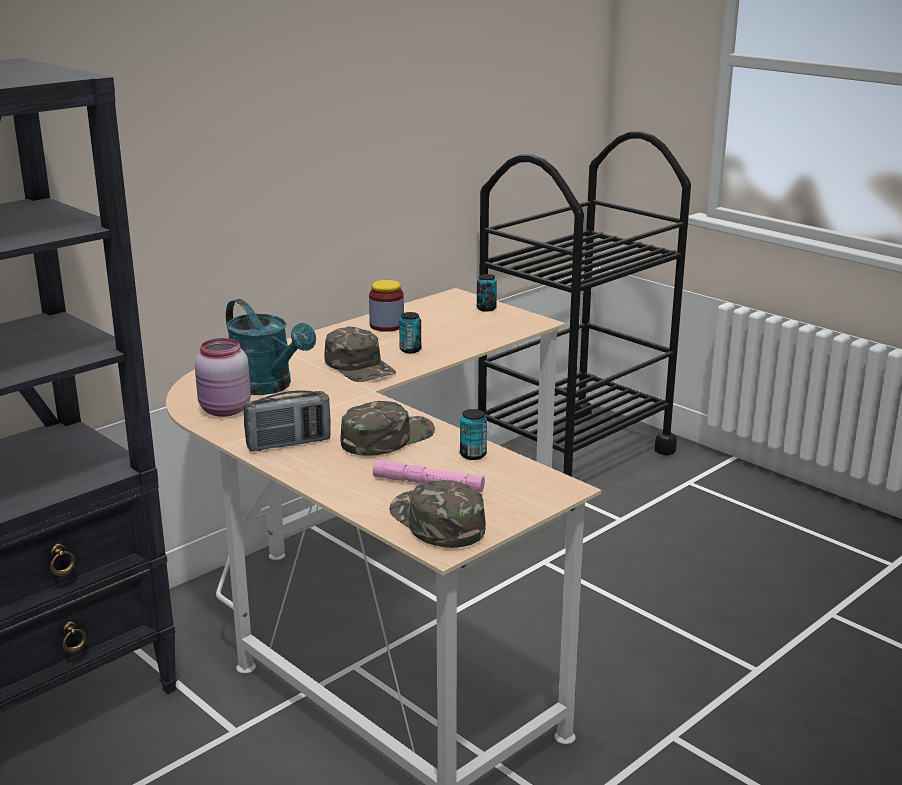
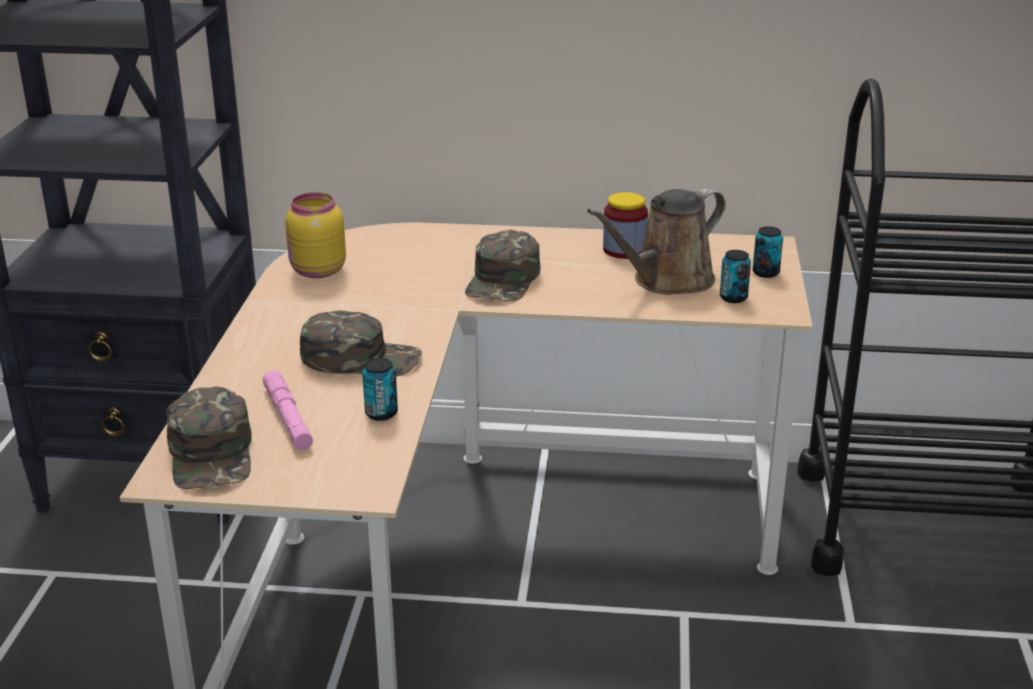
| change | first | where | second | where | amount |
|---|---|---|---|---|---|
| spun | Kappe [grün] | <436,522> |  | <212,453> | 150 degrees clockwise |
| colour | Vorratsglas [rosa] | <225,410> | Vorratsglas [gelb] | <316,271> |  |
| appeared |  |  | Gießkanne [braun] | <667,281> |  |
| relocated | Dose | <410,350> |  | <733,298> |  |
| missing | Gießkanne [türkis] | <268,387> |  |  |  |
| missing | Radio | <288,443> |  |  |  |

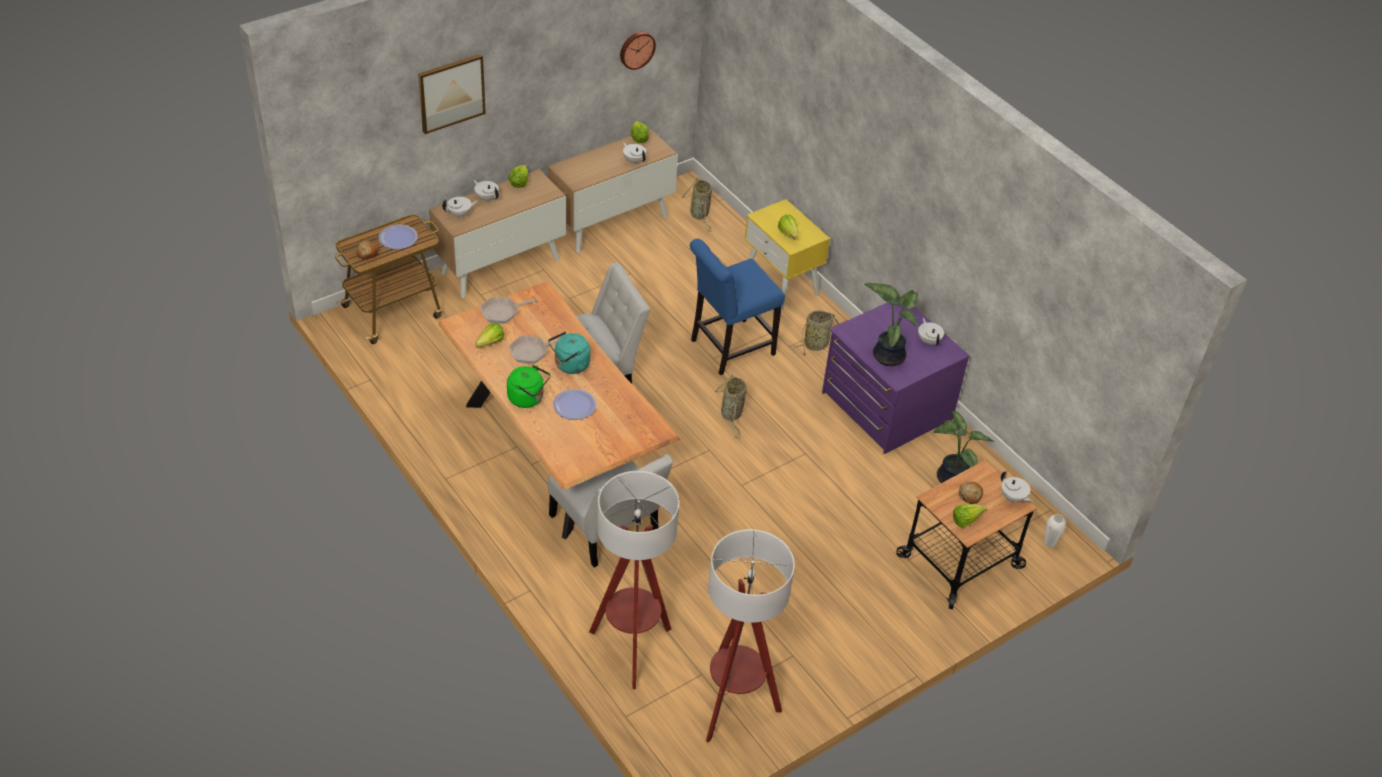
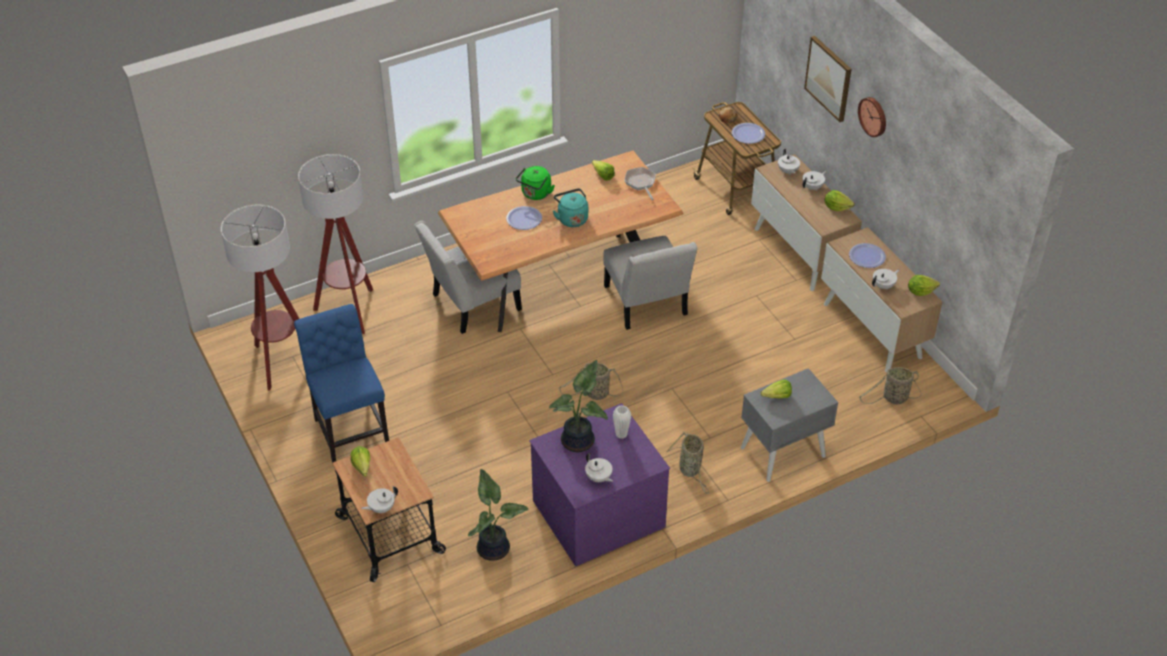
| change | first | where | second | where | amount |
|---|---|---|---|---|---|
| relocated | Stuhl [blau] | <728,348> |  | <350,429> |  |
| spun | Teekanne [weiß] | <929,340> |  | <598,478> | 60 degrees clockwise |
| relocated | Vase [weiß] | <1049,543> |  | <621,434> |  |
| colour | Nachttisch [gelb] | <781,285> | Nachttisch [grau] | <782,452> |  |
| appeared |  |  | Teller | <867,256> |  |
| relocated | Wanduhr | <636,49> |  | <873,116> |  |
| missing | Pfanne | <531,352> |  |  |  |
| missing | Brot | <970,495> |  |  |  |

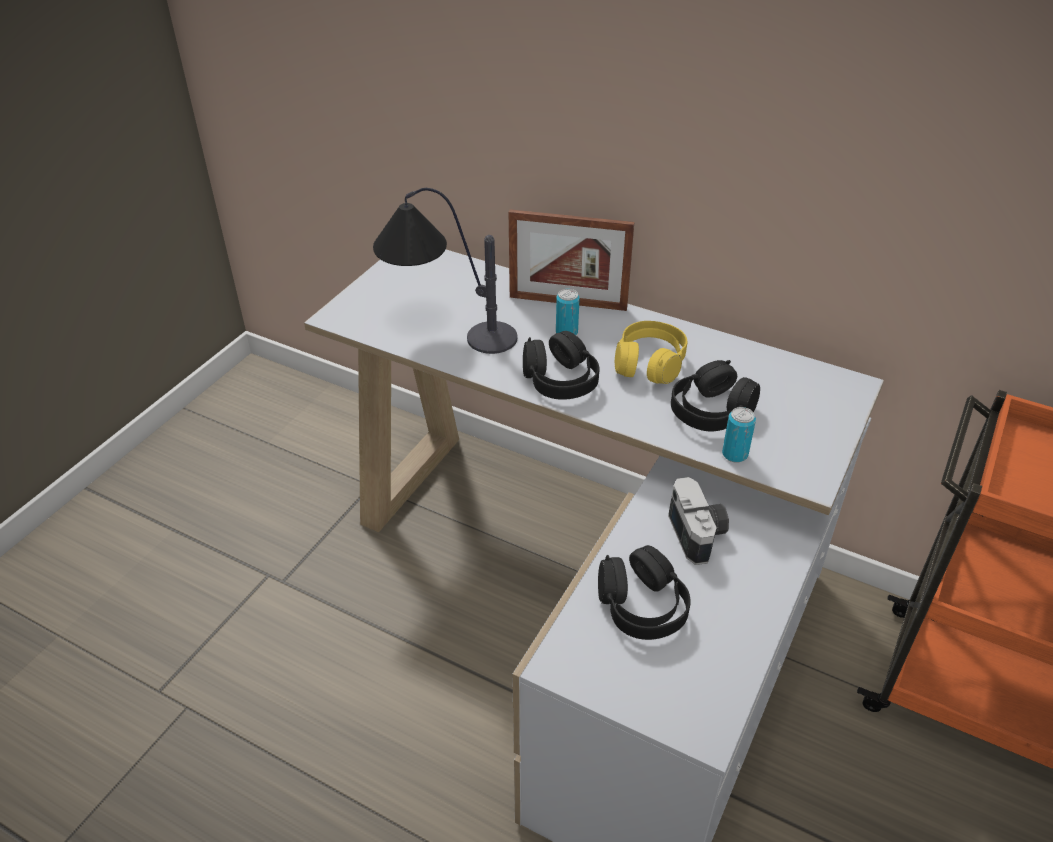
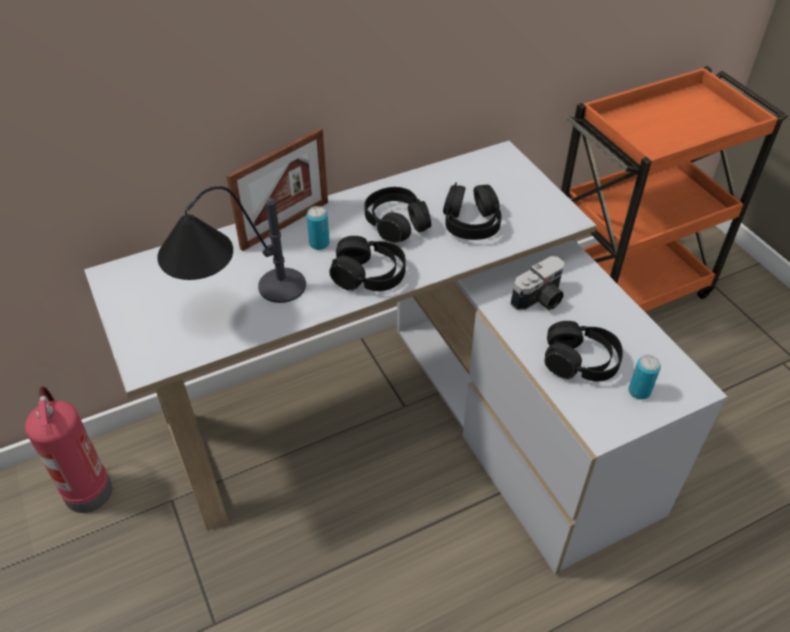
| change | first | where | second | where | amount |
|---|---|---|---|---|---|
| appeared |  |  | Feuerlöscher | <87,490> |  |
| colour | Kopfhörer [gelb] | <649,363> | Kopfhörer [schwarz] | <396,223> |  |
| spun | Kamera | <699,533> |  | <540,300> | 120 degrees clockwise |
| relocated | Dose | <734,454> |  | <639,391> |  |

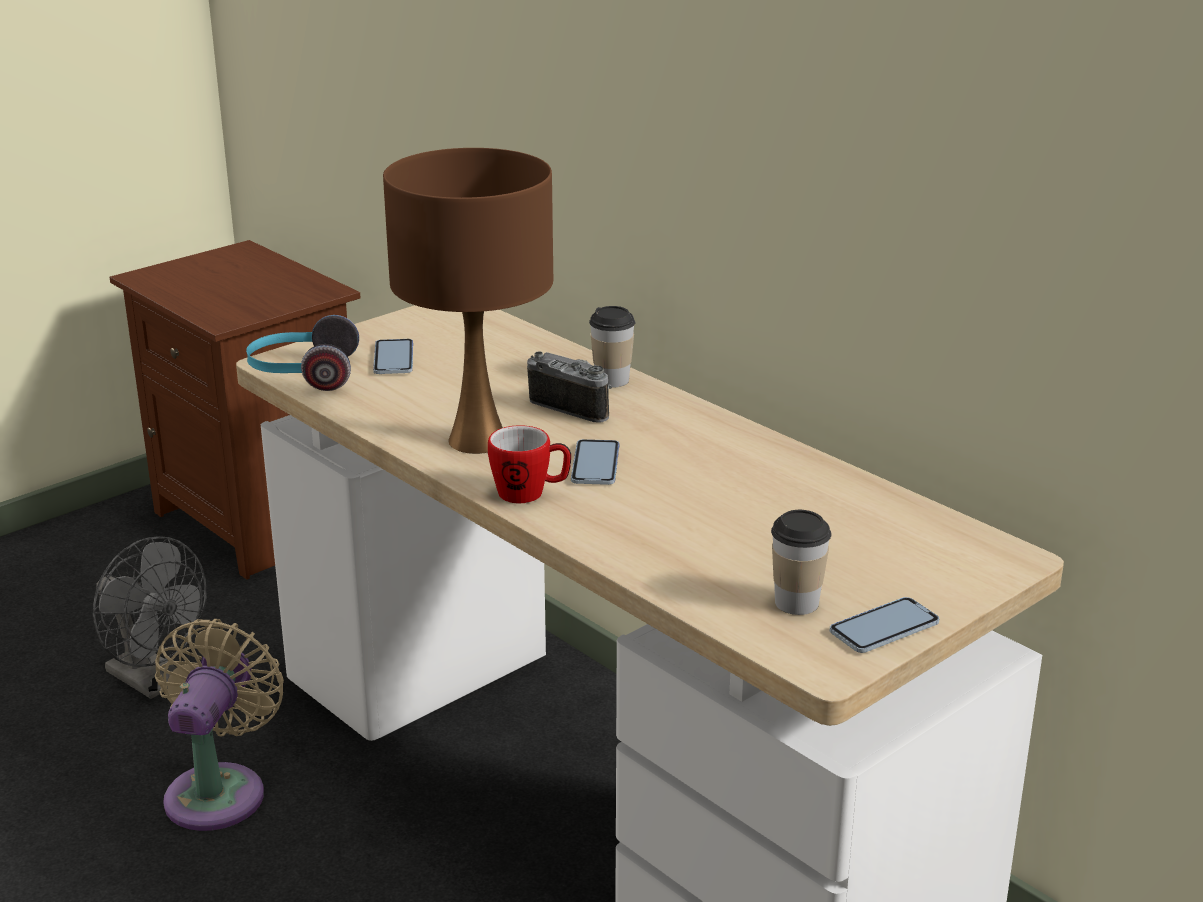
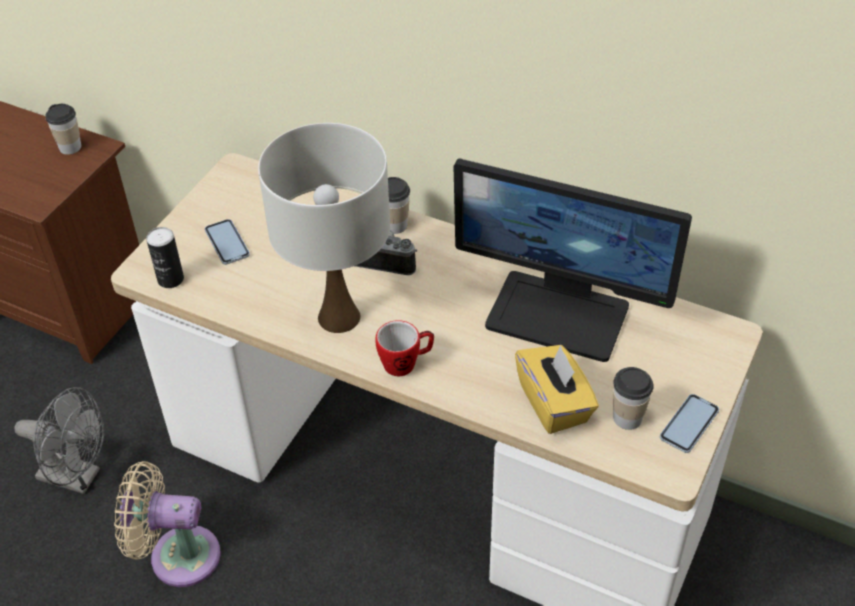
| change | first | where | second | where | amount |
|---|---|---|---|---|---|
| appeared |  |  | Tasse | <70,147> |  |
| spun | Ventilator [beige] | <219,790> |  | <177,555> | 75 degrees counterclockwise |
| exchanged | Kopfhörer | <303,374> | Dose | <170,279> |  |
| colour | Tischlampe [braun] | <477,440> | Tischlampe [weiß] | <338,317> |  |
| appeared |  |  | Monitor | <559,314> |  |
| appeared |  |  | Taschentuchbox [gelb] | <554,403> |  |
| missing | Handy | <595,464> |  |  |  |

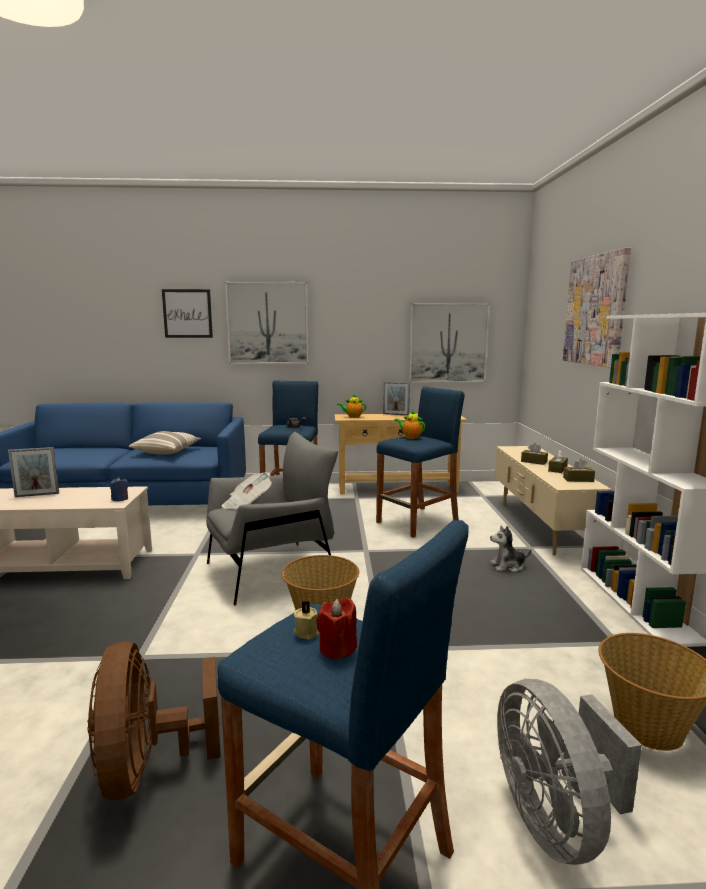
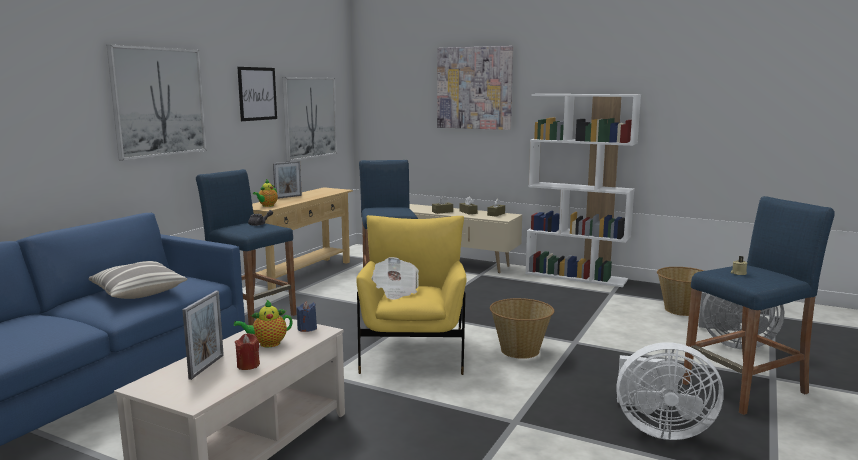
| change | first | where | second | where | amount |
|---|---|---|---|---|---|
| relocated | Teekanne | <410,437> |  | <267,344> |  |
| relocated | Kerze [rot] | <337,648> |  | <248,365> |  |
| relocated | Bild | <187,313> |  | <257,93> |  |
| colour | Sessel [grau] | <271,571> | Sessel [gelb] | <413,351> |  |
| colour | Ventilator [braun] | <148,767> | Ventilator [weiß] | <659,429> |  |
| missing | Plüschtier | <508,566> |  |  |  |

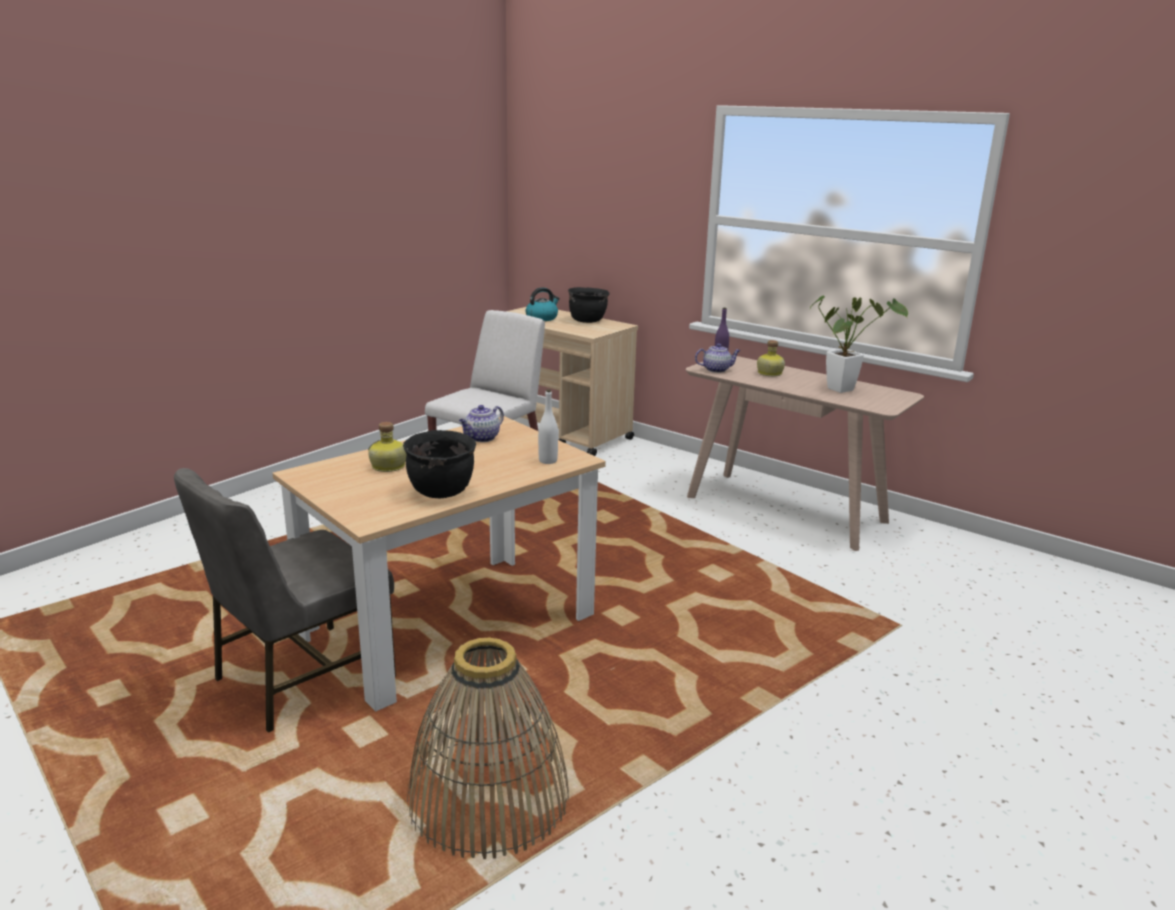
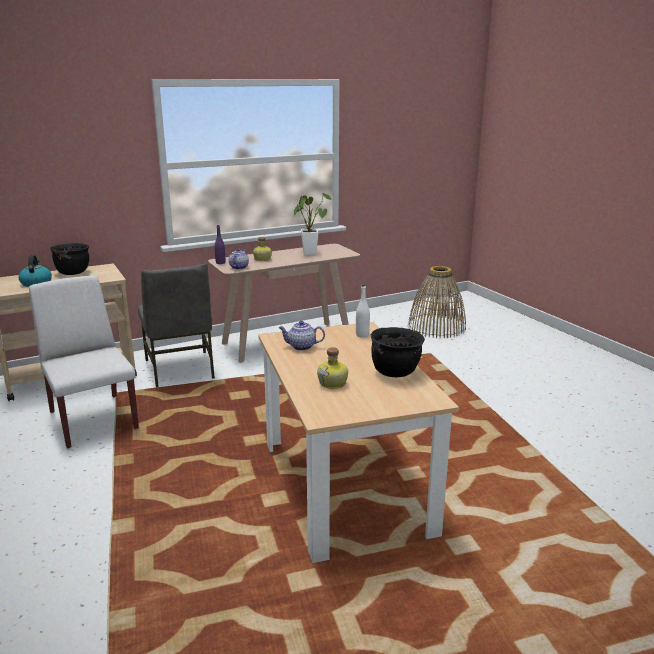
| change | first | where | second | where | amount |
|---|---|---|---|---|---|
| relocated | Stuhl [grau] | <301,679> |  | <180,369> |  |
| spun | Teekanne | <481,438> |  | <301,347> | 120 degrees clockwise |
| relocated | Korb | <488,798> |  | <436,327> |  |

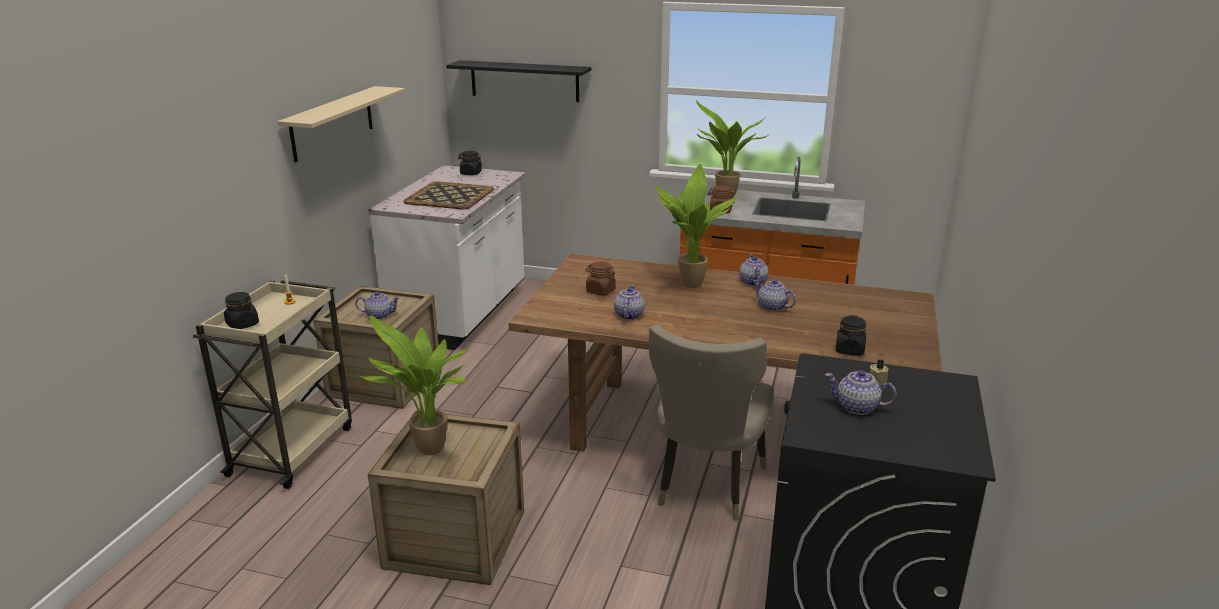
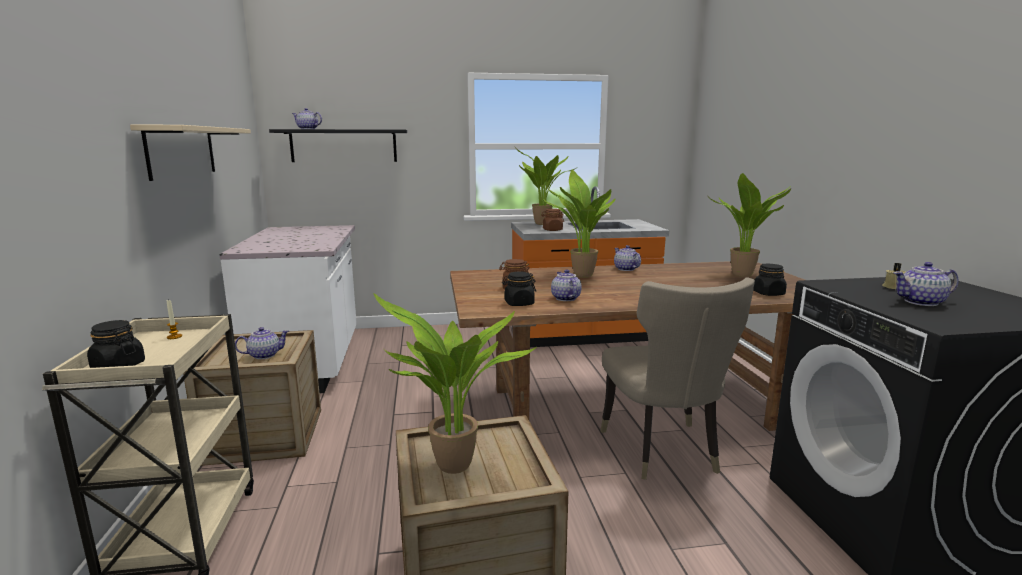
| change | first | where | second | where | amount |
|---|---|---|---|---|---|
| relocated | Teekanne | <772,307> |  | <308,129> |  |
| relocated | Vorratsglas [schwarz] | <470,173> |  | <519,303> |  |
| appeared |  |  | Topfpflanze | <745,275> |  |
| missing | Tablett | <448,196> |  |  |  |

